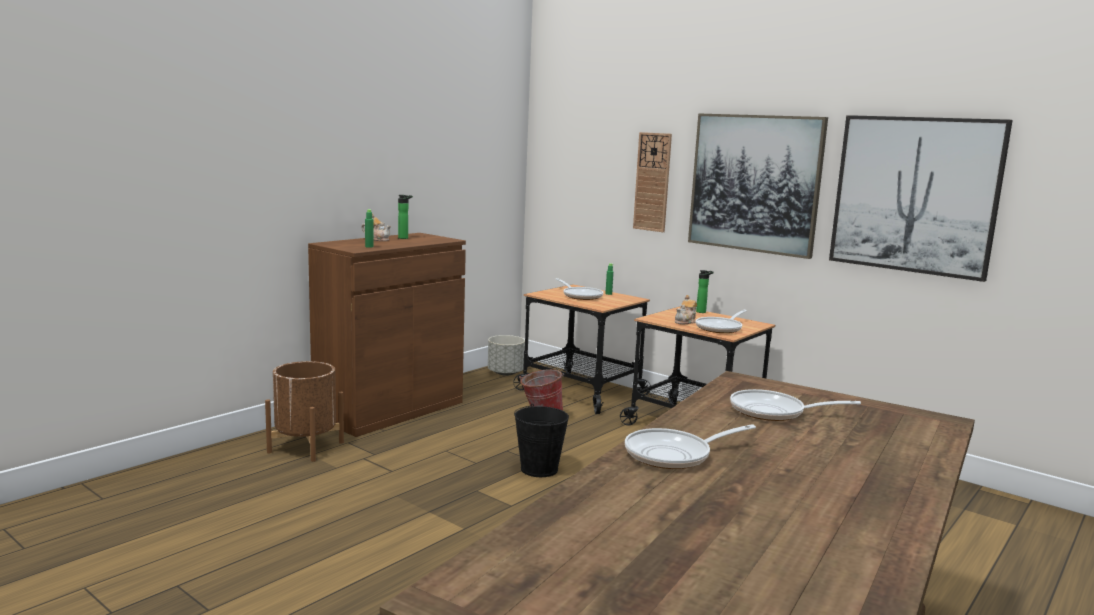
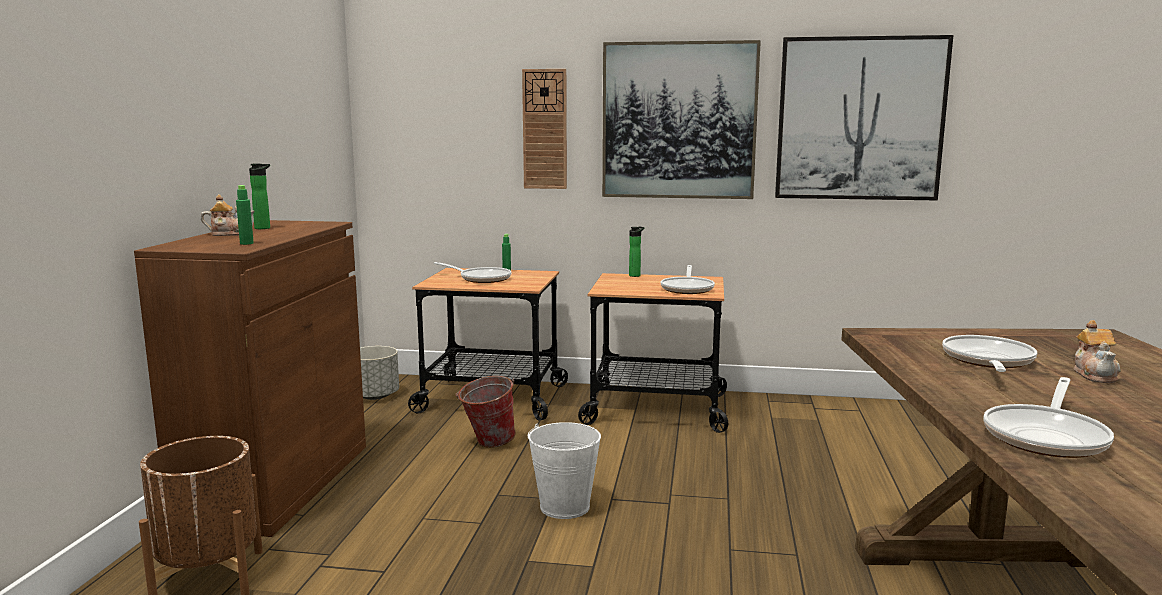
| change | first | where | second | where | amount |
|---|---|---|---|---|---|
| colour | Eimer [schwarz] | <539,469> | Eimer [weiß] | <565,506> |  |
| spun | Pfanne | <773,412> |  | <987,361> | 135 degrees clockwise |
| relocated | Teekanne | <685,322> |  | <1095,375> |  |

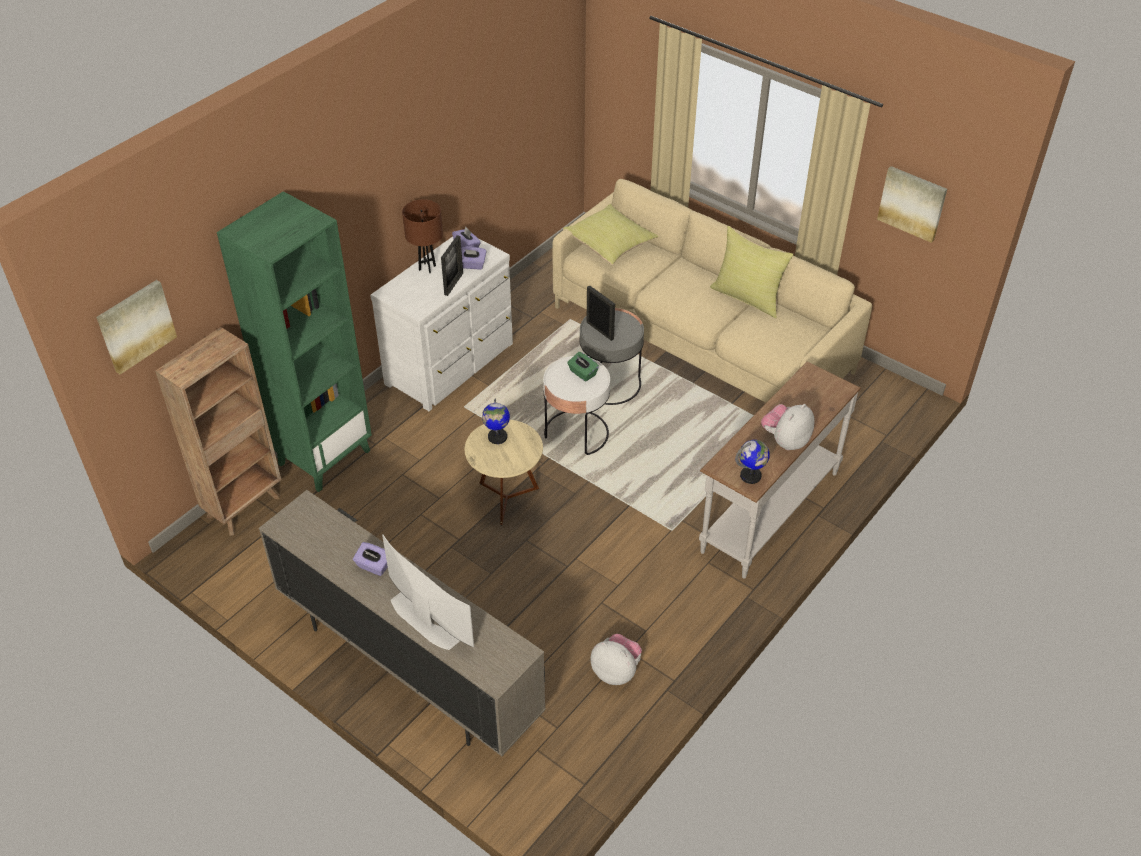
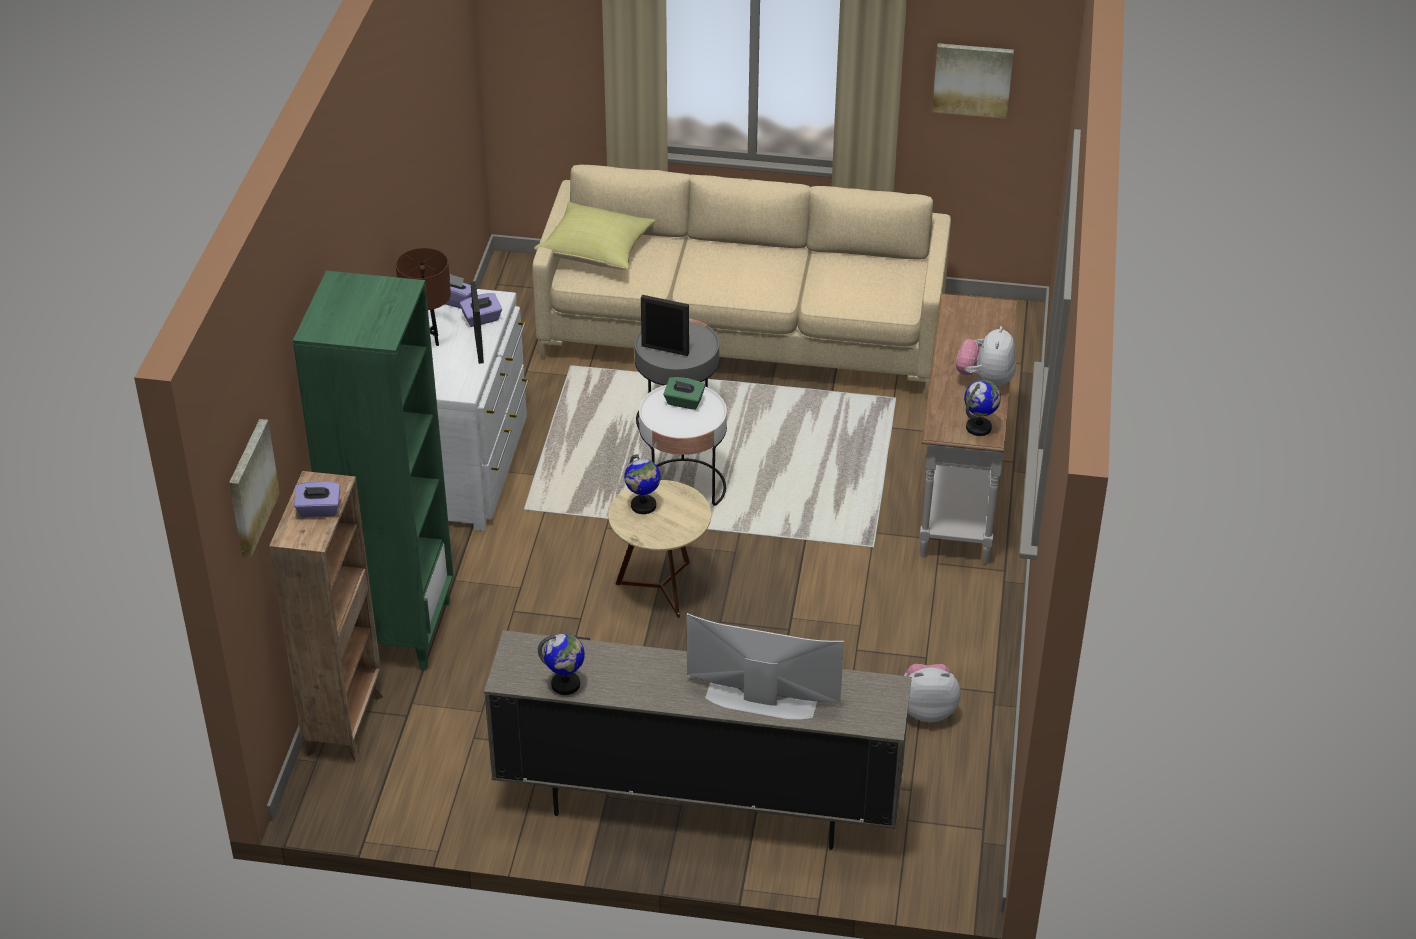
| change | first | where | second | where | amount |
|---|---|---|---|---|---|
| relocated | Taschentuchbox [lila] | <373,566> |  | <319,510> |  |
| appeared |  |  | Globus | <566,684> |  |
| missing | Kissen [gelb] | <748,297> |  |  |  |

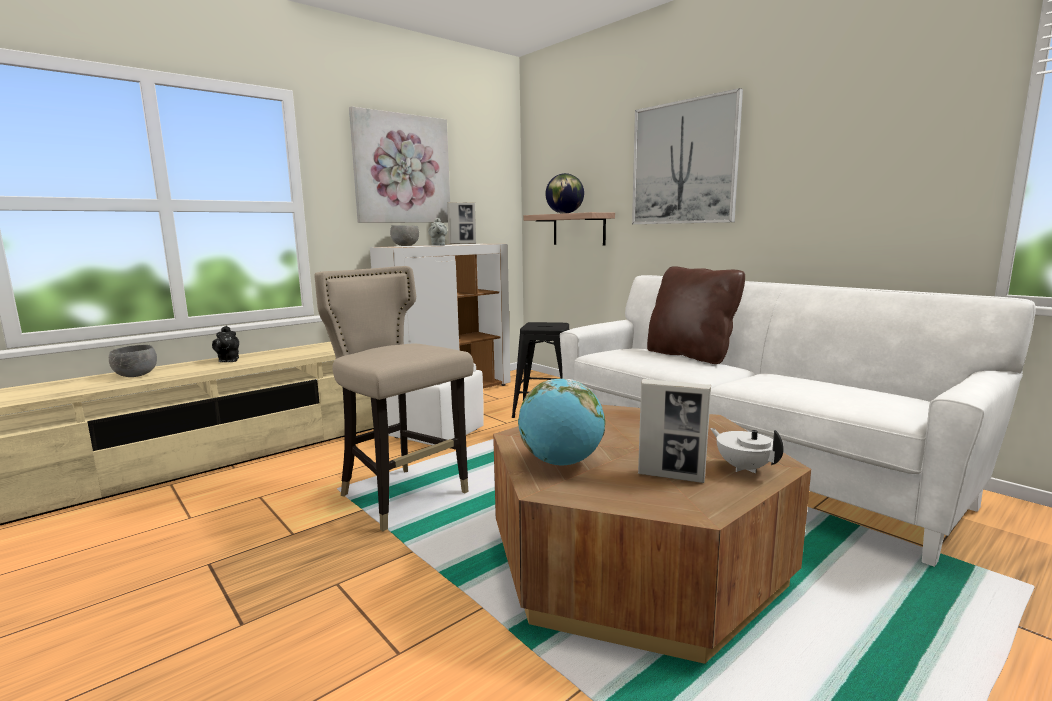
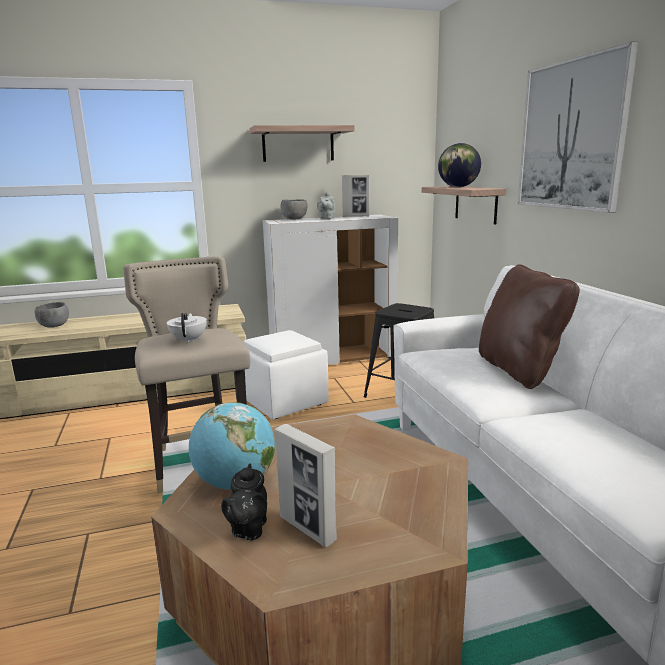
| change | first | where | second | where | amount |
|---|---|---|---|---|---|
| relocated | Teekanne [weiß] | <743,468> |  | <189,340> |  |
| relocated | Teekanne [schwarz] | <228,361> |  | <248,529> |  |
| exchanged | Bild | <402,169> | Wandregal | <298,144> |  |

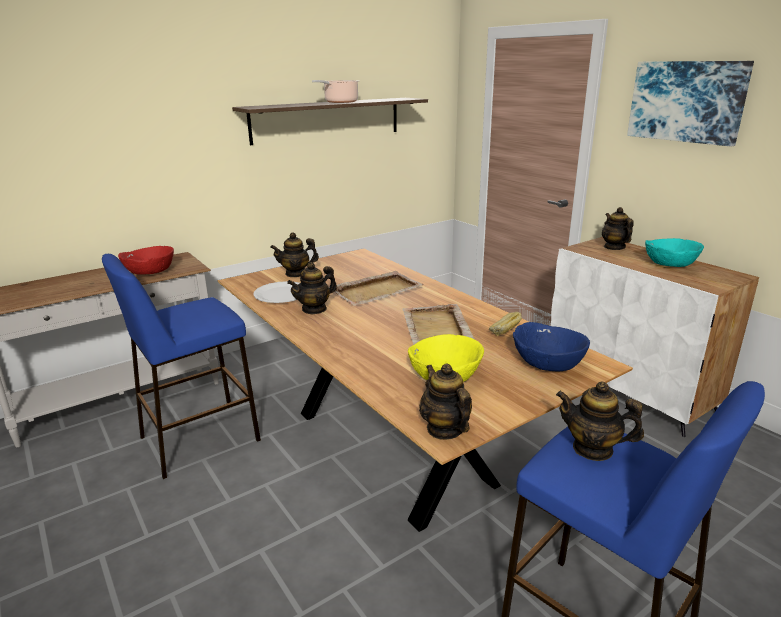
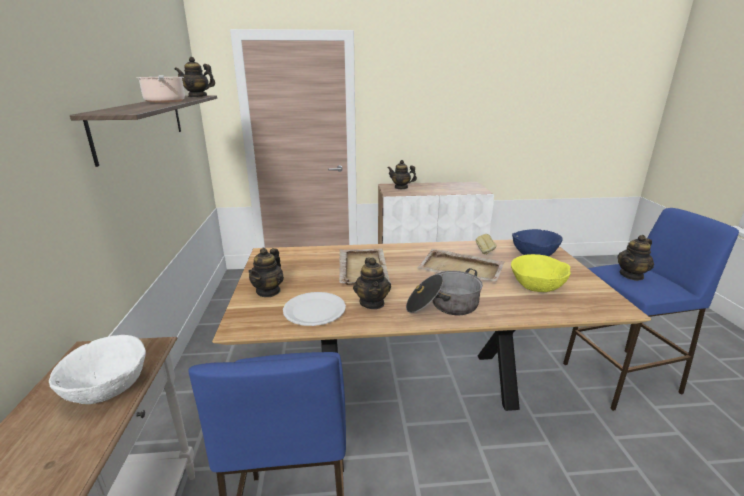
| change | first | where | second | where | amount |
|---|---|---|---|---|---|
| colour | Schüssel [rot] | <150,272> | Schüssel [weiß] | <106,387> |  |
| relocated | Teekanne | <444,429> |  | <197,96> |  |
| appeared |  |  | Kochtopf | <443,306> |  |
| missing | Bild | <686,101> |  |  |  |
| missing | Schüssel [türkis] | <669,264> |  |  |  |

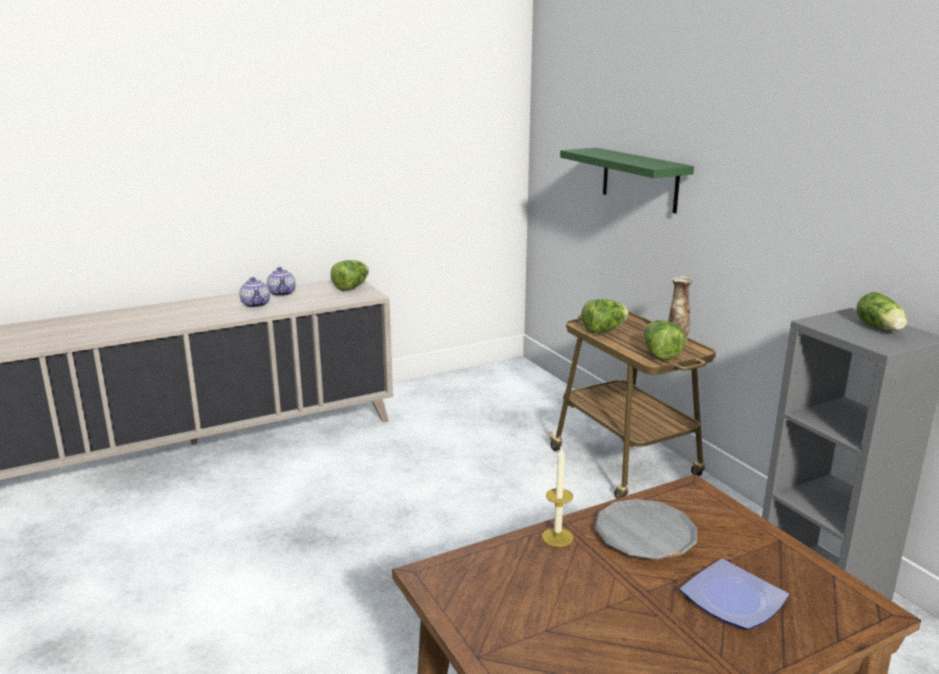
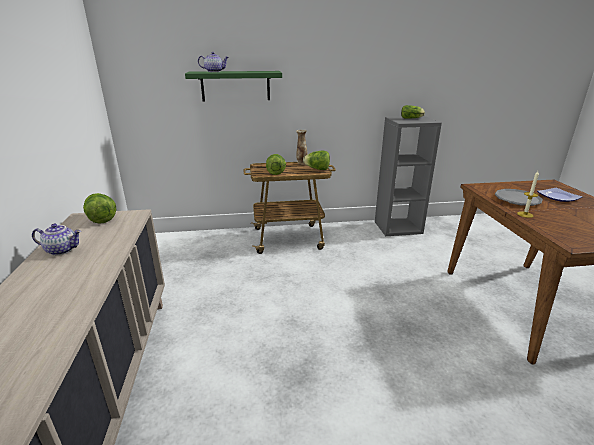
| change | first | where | second | where | amount |
|---|---|---|---|---|---|
| relocated | Teekanne | <256,305> |  | <214,71> |  |

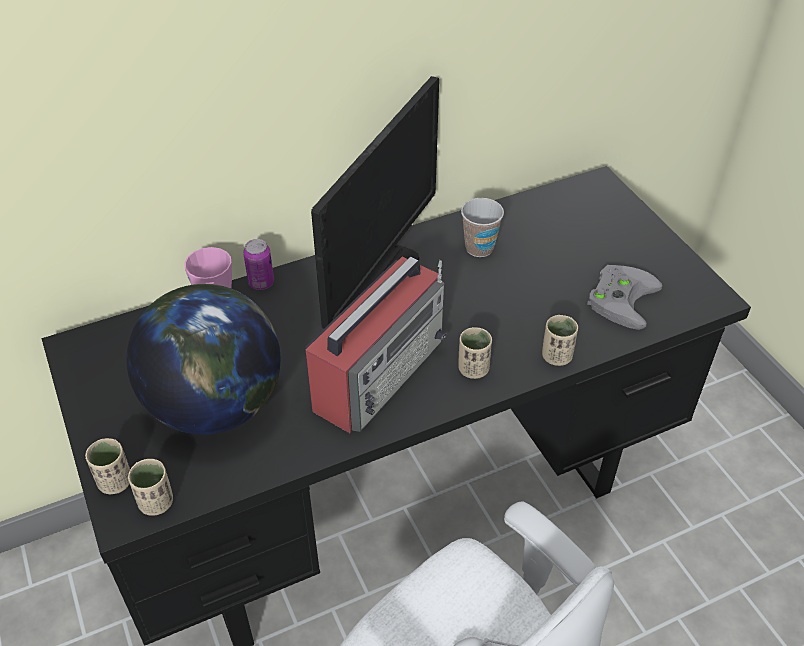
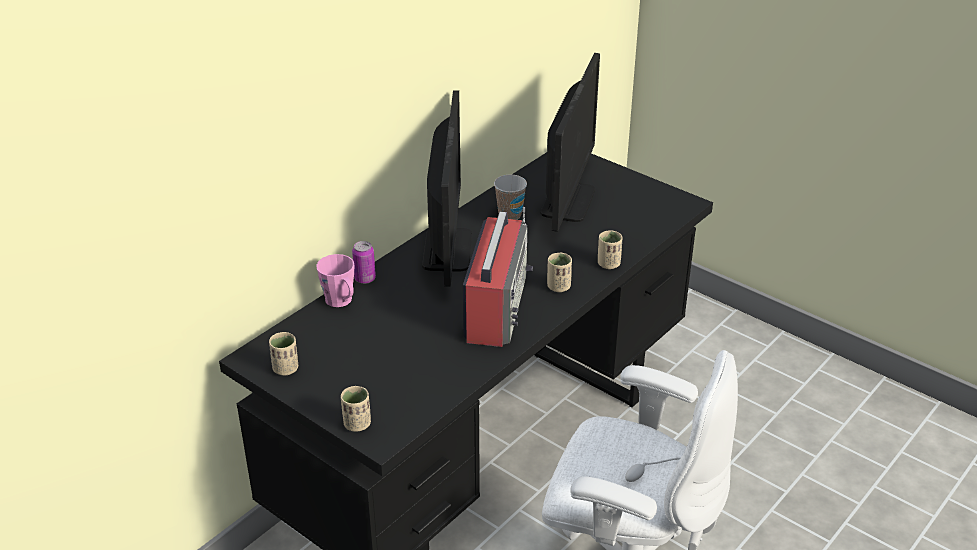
| change | first | where | second | where | amount |
|---|---|---|---|---|---|
| relocated | Tasse [beige] | <156,502> |  | <286,369> |  |
| appeared |  |  | Monitor | <567,201> |  |
| missing | Globus | <216,404> |  |  |  |
| missing | Gamepad [grau] | <620,297> |  |  |  |

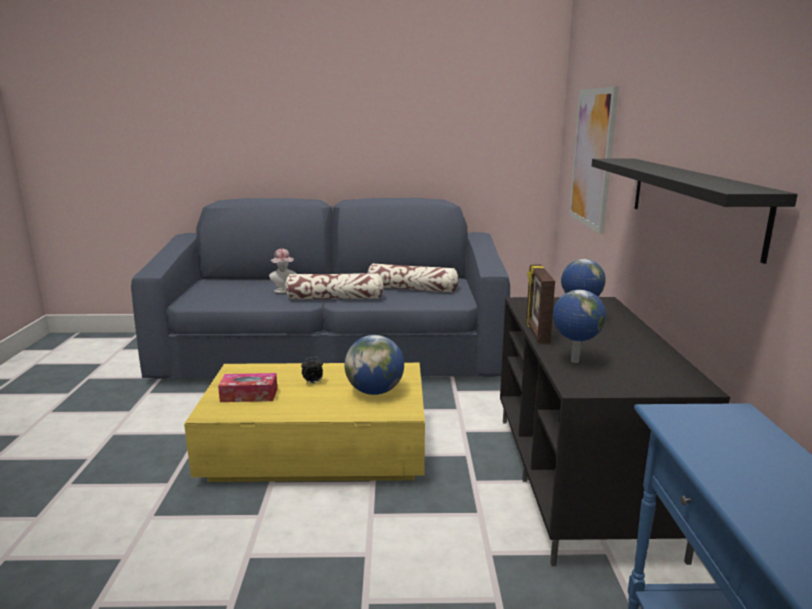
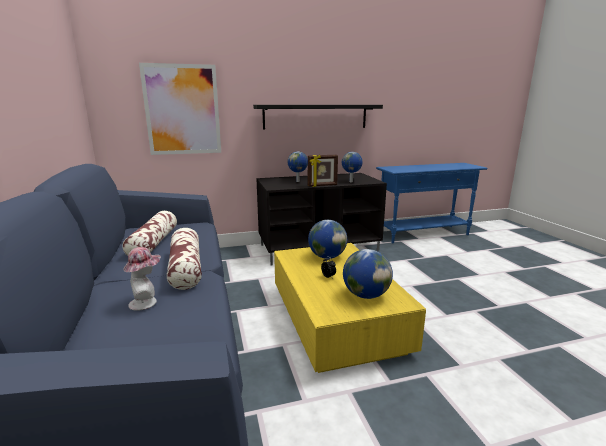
| change | first | where | second | where | amount |
|---|---|---|---|---|---|
| exchanged | Taschentuchbox | <249,395> | Globus | <366,295> |  |

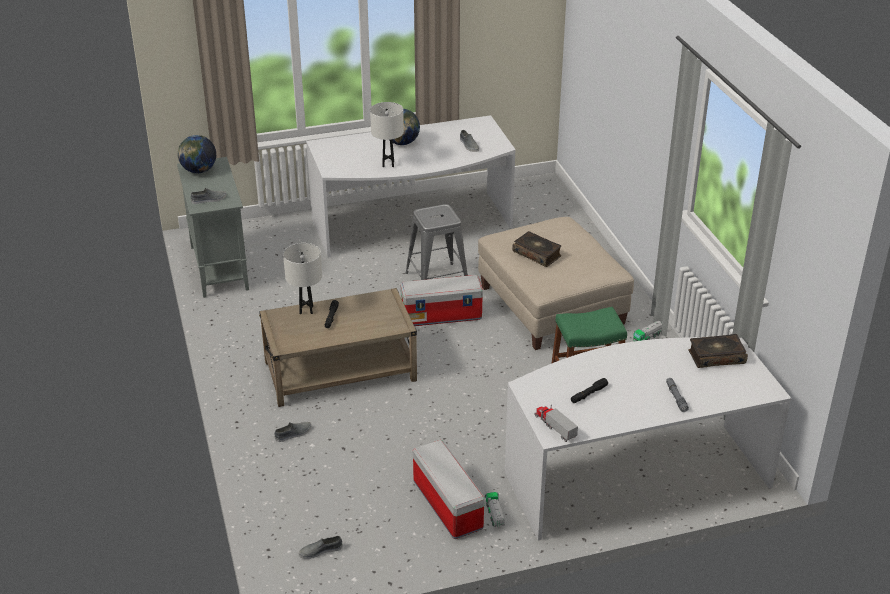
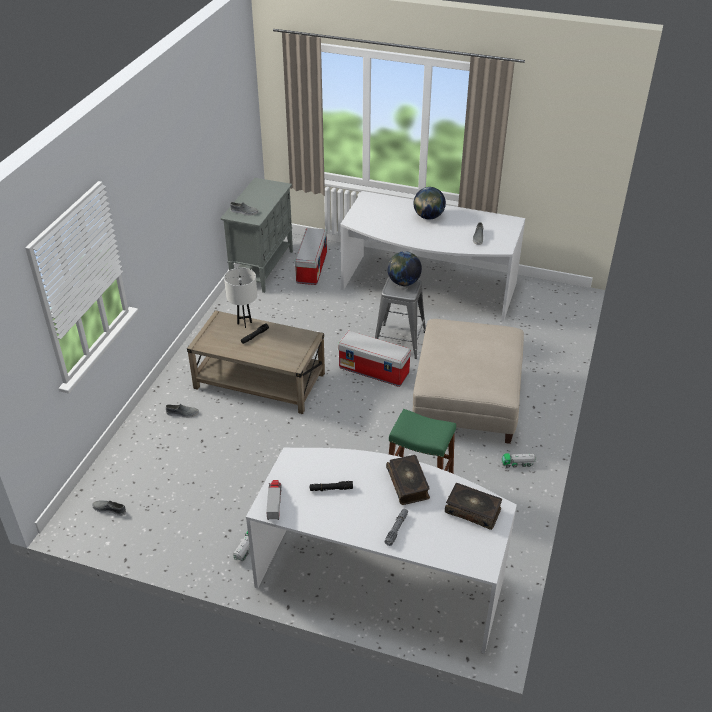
| change | first | where | second | where | amount |
|---|---|---|---|---|---|
| relocated | Aufbewahrungsbox | <446,504> |  | <311,267> |  |
| relocated | Buch | <537,254> |  | <408,484> |  |
| relocated | Globus | <199,171> |  | <403,283> |  |
| missing | Tischlampe [weiß] | <388,164> |  |  |  |

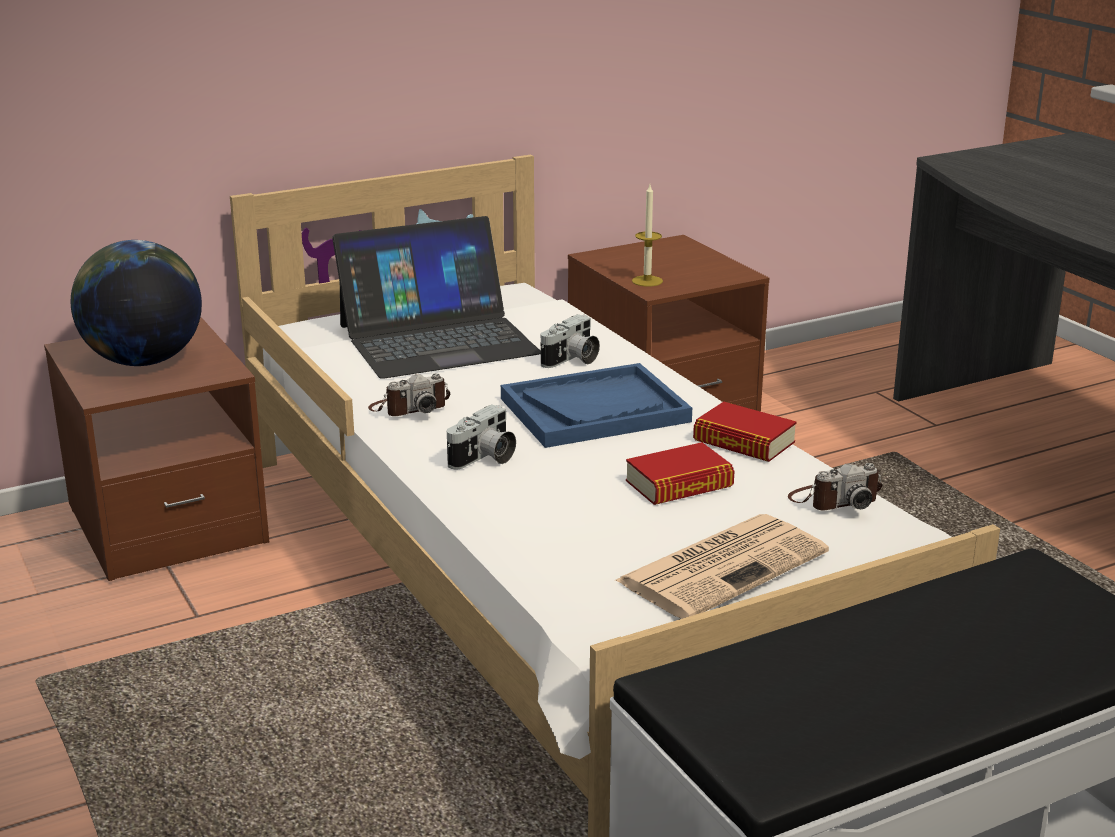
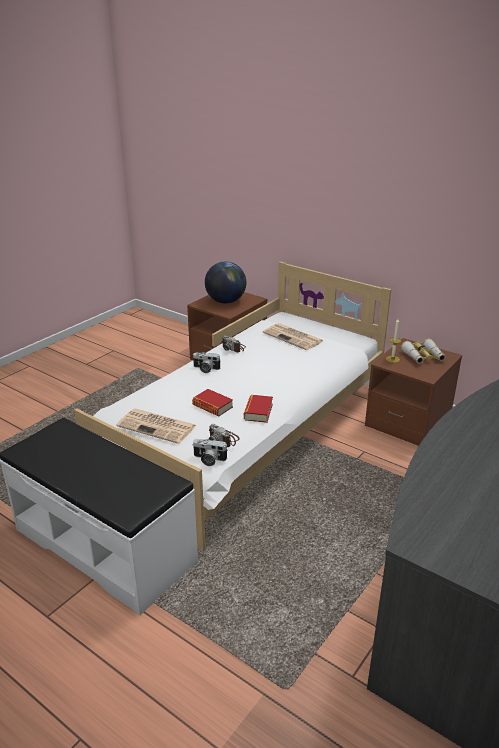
| change | first | where | second | where | amount |
|---|---|---|---|---|---|
| relocated | Kamera | <572,360> |  | <209,459> |  |
| exchanged | Laptop | <437,339> | Zeitung | <294,337> |  |
| appeared |  |  | Fernglas | <422,357> |  |
| missing | Tablett [blau] | <595,410> |  |  |  |

